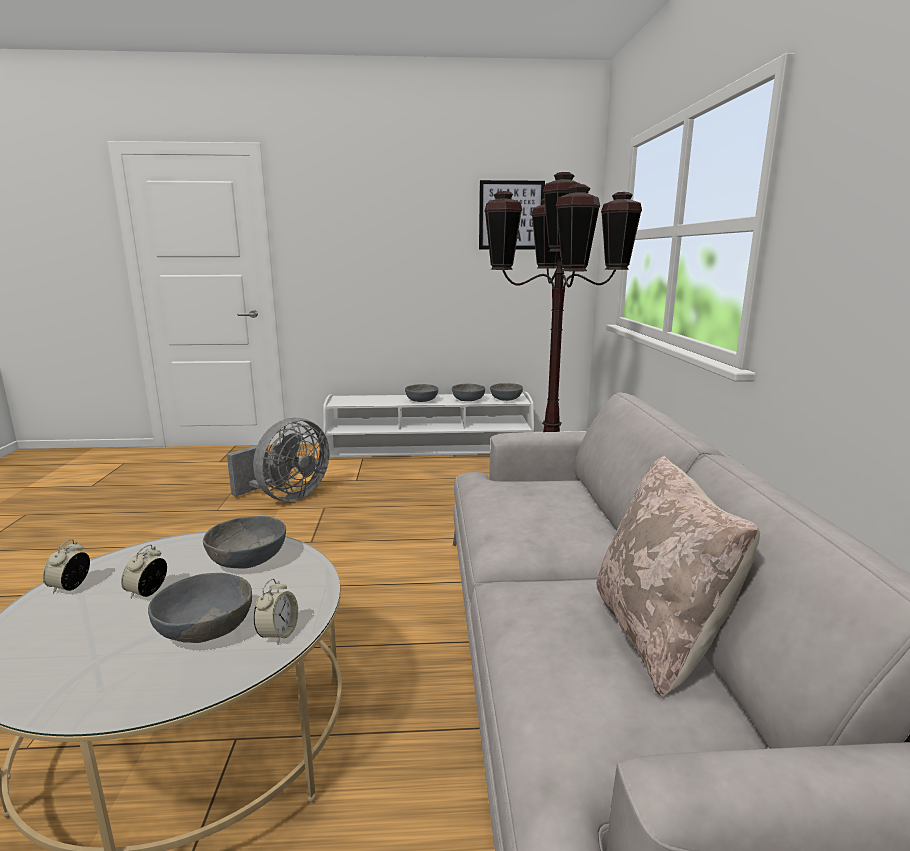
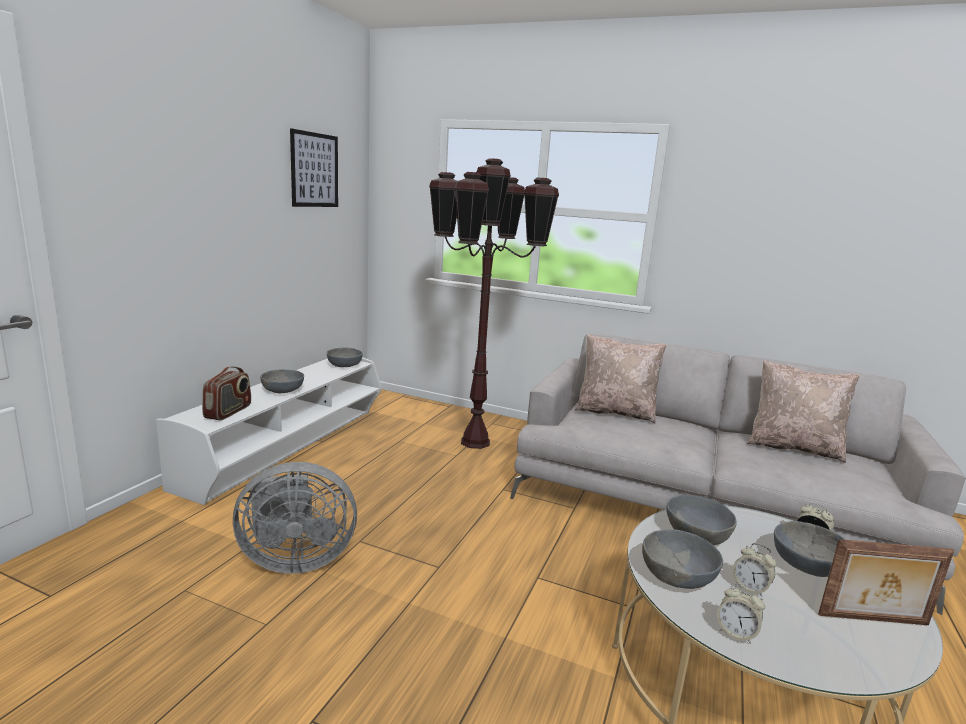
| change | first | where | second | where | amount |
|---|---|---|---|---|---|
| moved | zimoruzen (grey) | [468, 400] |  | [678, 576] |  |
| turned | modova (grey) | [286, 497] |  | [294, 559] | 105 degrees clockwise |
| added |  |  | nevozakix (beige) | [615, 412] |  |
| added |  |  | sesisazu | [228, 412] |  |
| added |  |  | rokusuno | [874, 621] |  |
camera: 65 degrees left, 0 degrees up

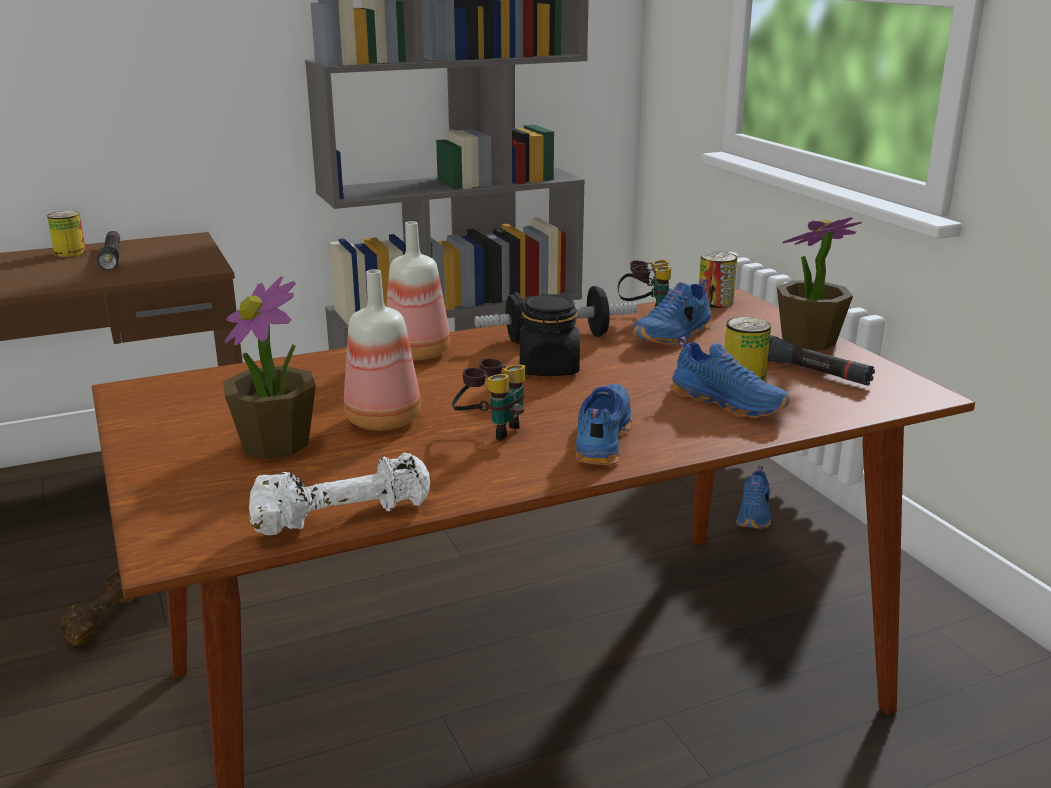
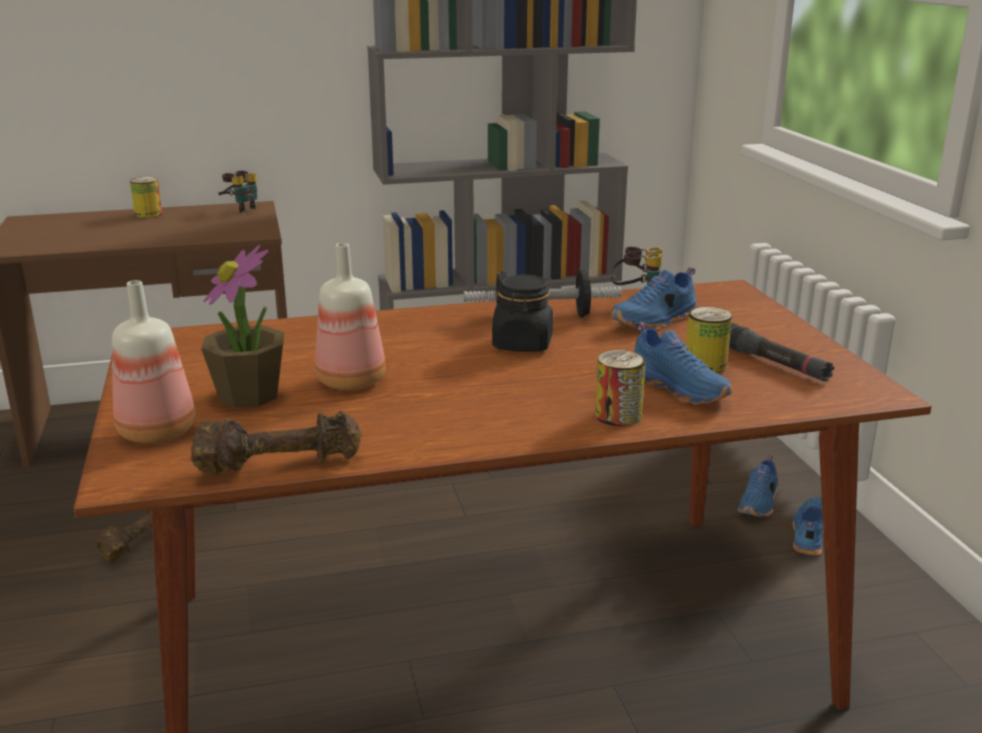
| change | first | where | second | where | amount |
|---|---|---|---|---|---|
| removed | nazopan | [808, 341] |  |  |  |
| moved | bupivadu | [419, 352] |  | [159, 431] |  |
| removed | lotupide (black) | [112, 257] |  |  |  |
| moved | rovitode | [715, 302] |  | [618, 415] |  |
| moved | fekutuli | [491, 429] |  | [241, 208] |  |
| moved | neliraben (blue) | [600, 438] |  | [808, 534] |  |
| recoloured | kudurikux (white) | [342, 517] | kudurikux (brown) | [279, 464] |  |
camera: 10 degrees right, 0 degrees up

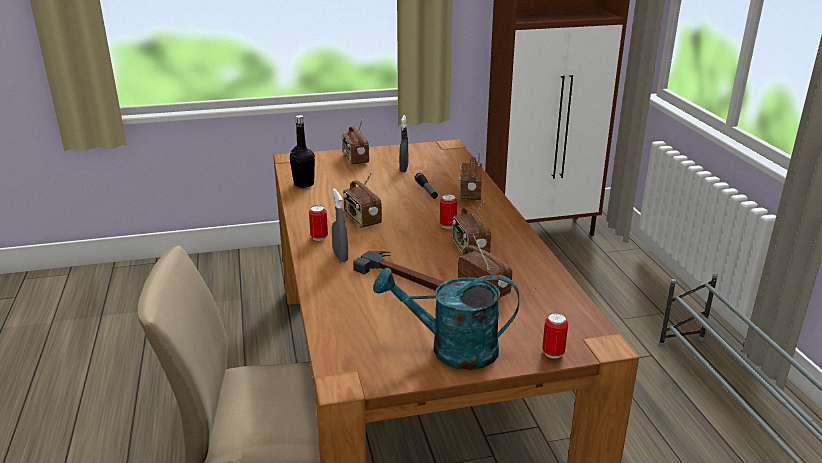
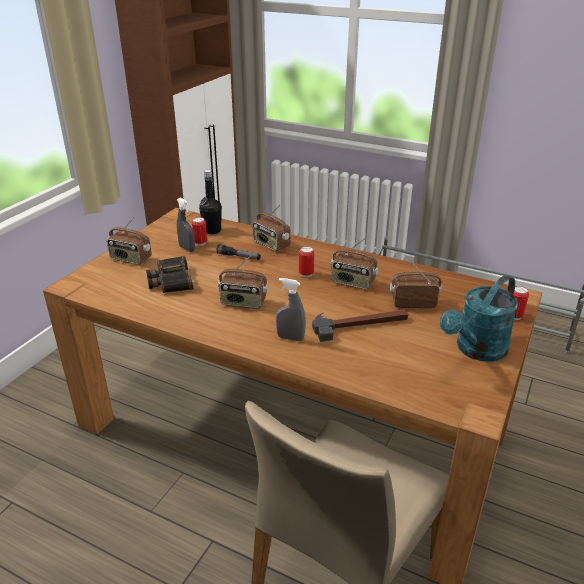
| change | first | where | second | where | amount |
|---|---|---|---|---|---|
| moved | bupivadu (black) | [304, 184] |  | [212, 230] |  |
| moved | rovitode | [319, 237] |  | [200, 243] |  |
| added |  |  | fekutuli | [170, 281] |  |
camera: 50 degrees left, 5 degrees up

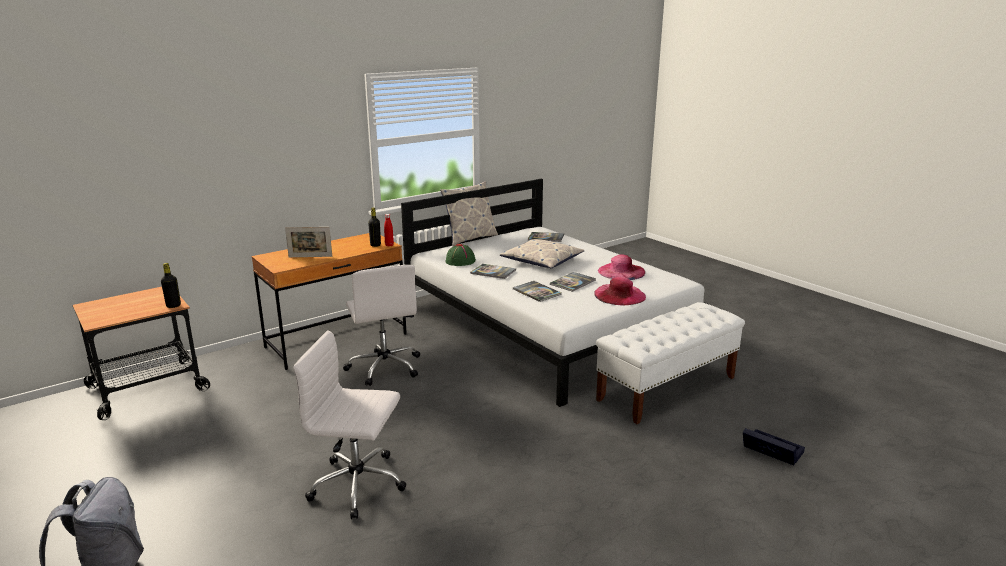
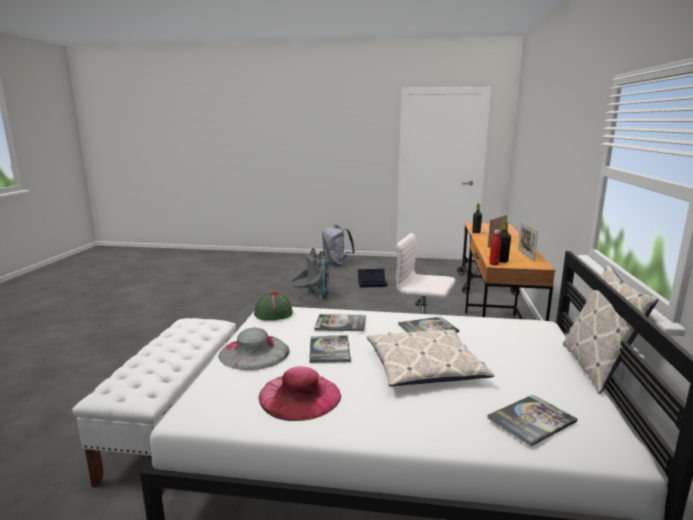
| change | first | where | second | where | amount |
|---|---|---|---|---|---|
| moved | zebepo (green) | [460, 261] |  | [273, 314] |  |
| recoloured | zebepo (pink) | [619, 295] | zebepo (grey) | [254, 352] |  |
| replaced | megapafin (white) | [359, 485] | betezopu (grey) | [309, 298] |  |
| moved | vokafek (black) | [770, 451] |  | [373, 283] |  |
| added |  |  | rokusuno | [525, 255] |  |
camera: 135 degrees right, 5 degrees down

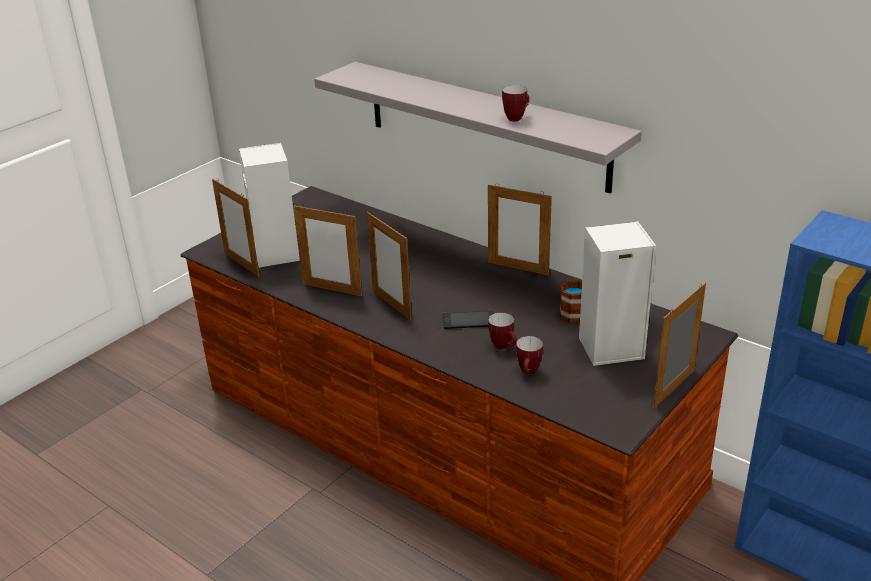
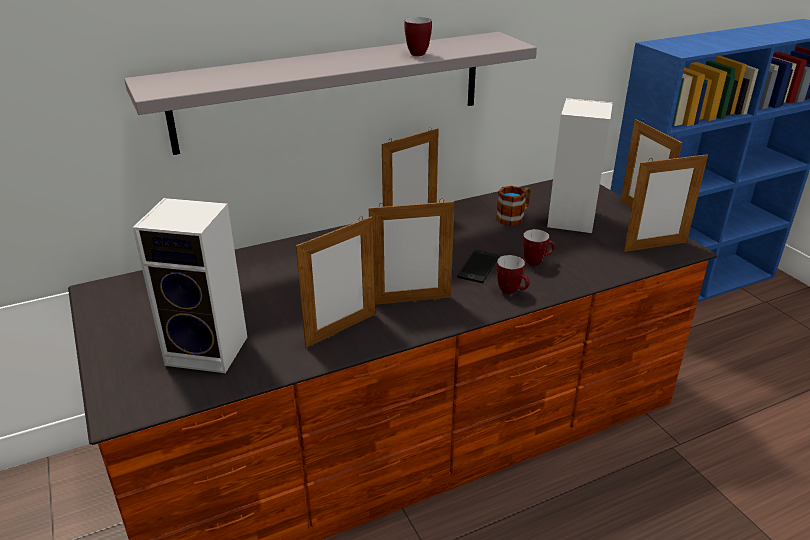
| change | first | where | second | where | amount |
|---|---|---|---|---|---|
| moved | rokusuno | [242, 264] |  | [655, 246] |  |
| moved | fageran | [528, 372] |  | [512, 292] |  |
camera: 65 degrees left, 0 degrees up

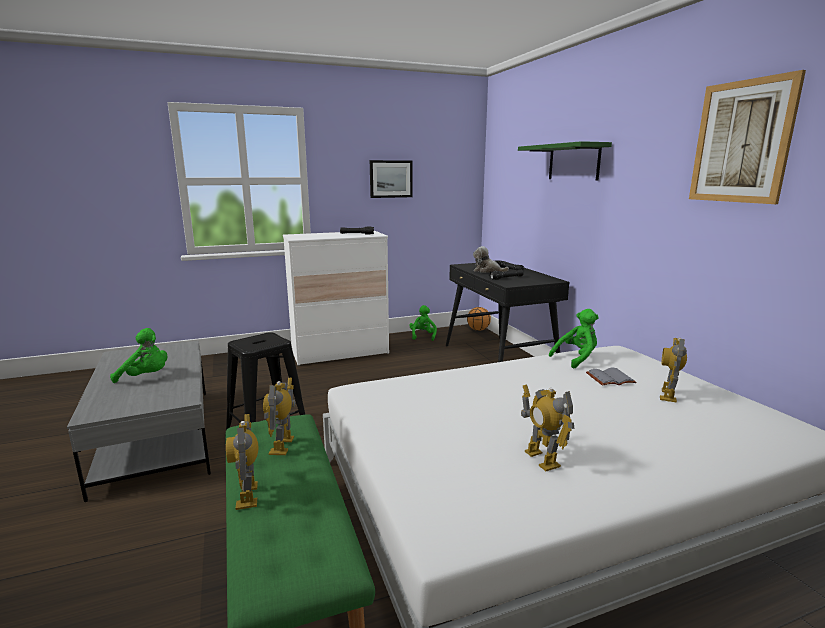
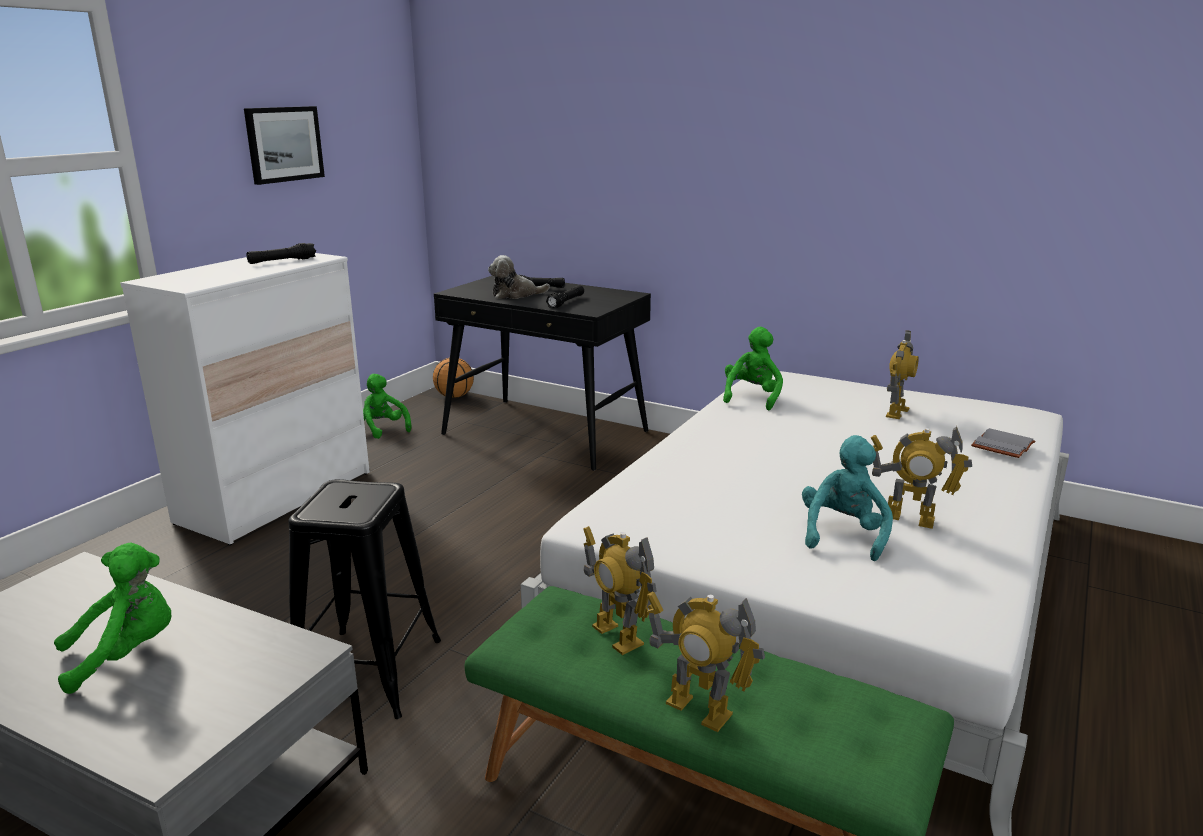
| change | first | where | second | where | amount |
|---|---|---|---|---|---|
| removed | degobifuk | [741, 142] |  |  |  |
| removed | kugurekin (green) | [573, 162] |  |  |  |
| turned | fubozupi | [668, 395] |  | [896, 412] | 135 degrees counterclockwise |
| moved | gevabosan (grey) | [610, 378] |  | [1001, 445] |  |
| added |  |  | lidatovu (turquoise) | [843, 534] |  |
camera: 40 degrees left, 5 degrees up

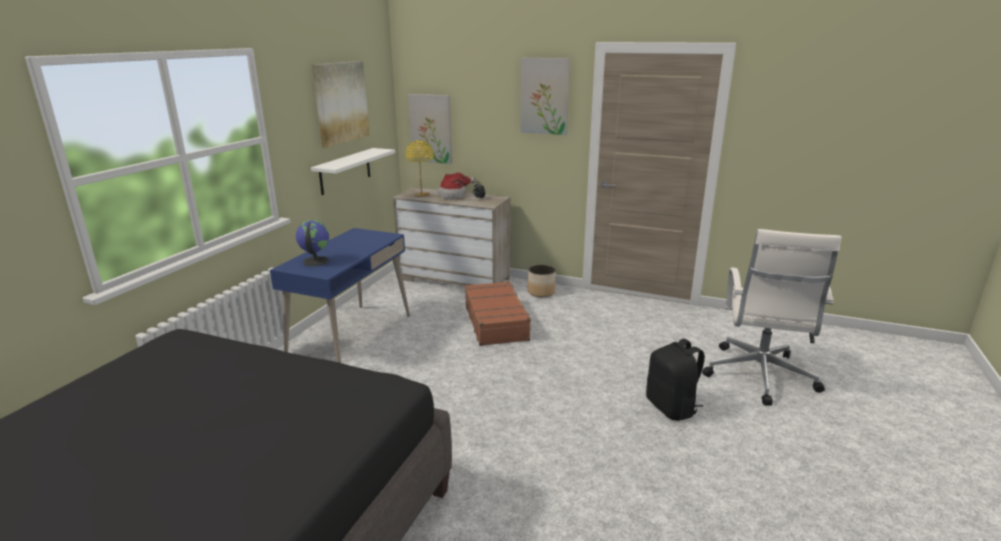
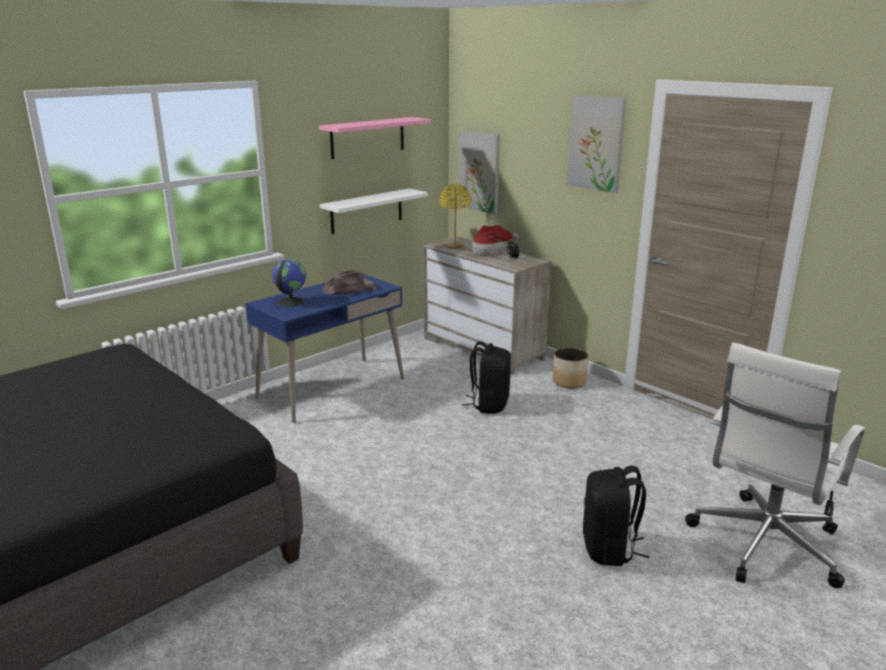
| change | first | where | second | where | amount |
|---|---|---|---|---|---|
| replaced | degobifuk | [341, 102] | kugurekin (pink) | [367, 137] |  |
| replaced | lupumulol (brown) | [496, 322] | betezopu (black) | [489, 404] |  |
| added |  |  | zebepo (brown) | [348, 289] |  |
camera: 25 degrees right, 0 degrees up

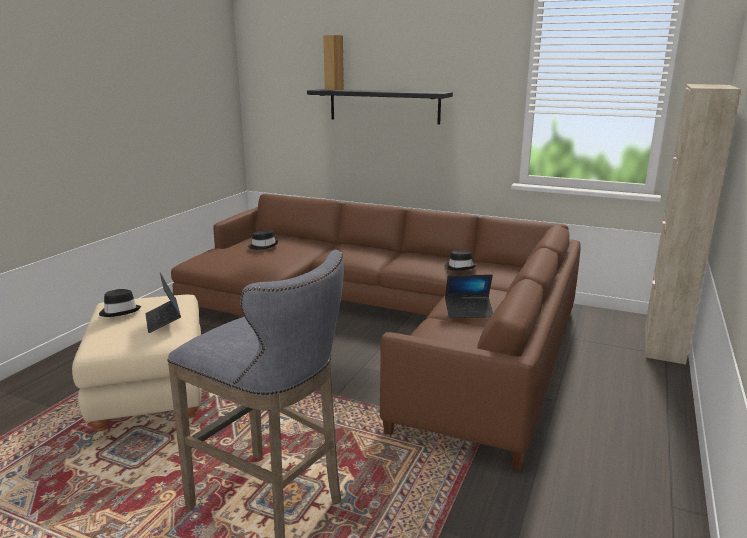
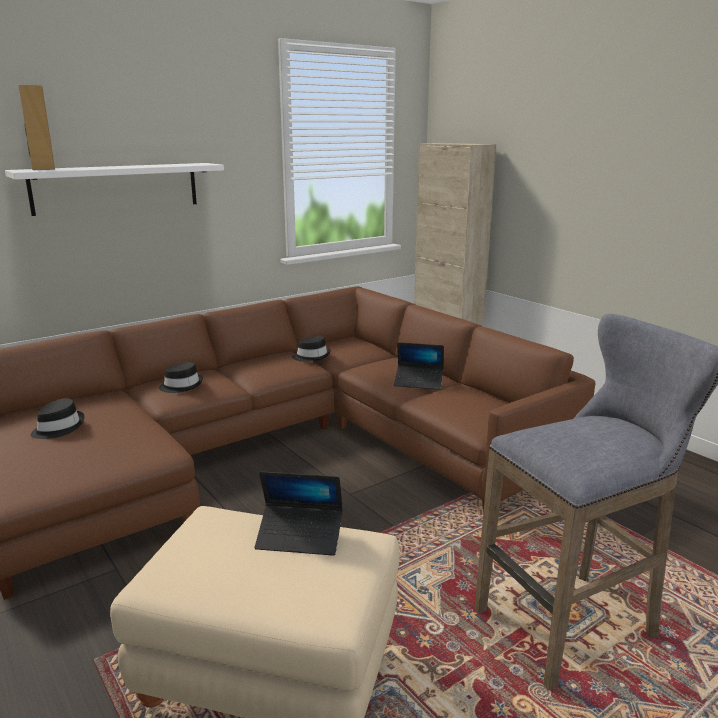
| change | first | where | second | where | amount |
|---|---|---|---|---|---|
| recoloured | kugurekin (black) | [384, 106] | kugurekin (white) | [116, 188] |  |
| turned | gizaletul | [469, 311] |  | [418, 382] | 75 degrees clockwise |
| moved | zebepo (black) | [120, 311] |  | [181, 386] |  |
camera: 60 degrees left, 0 degrees up

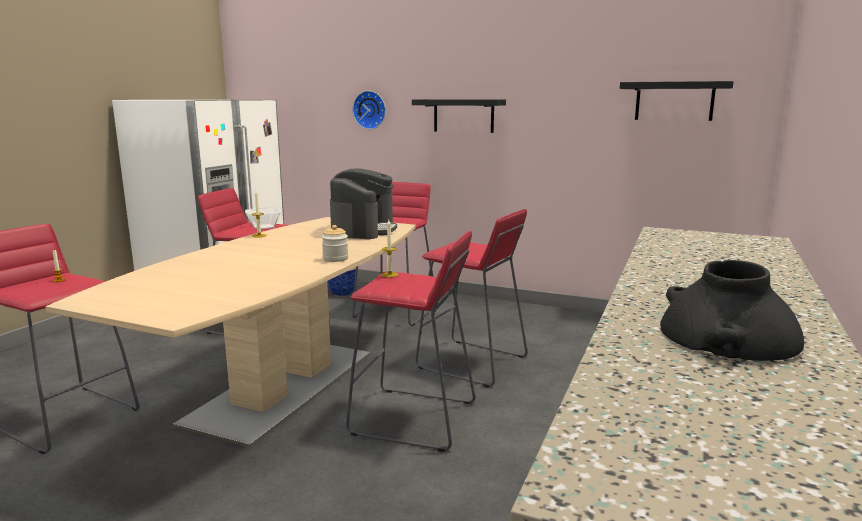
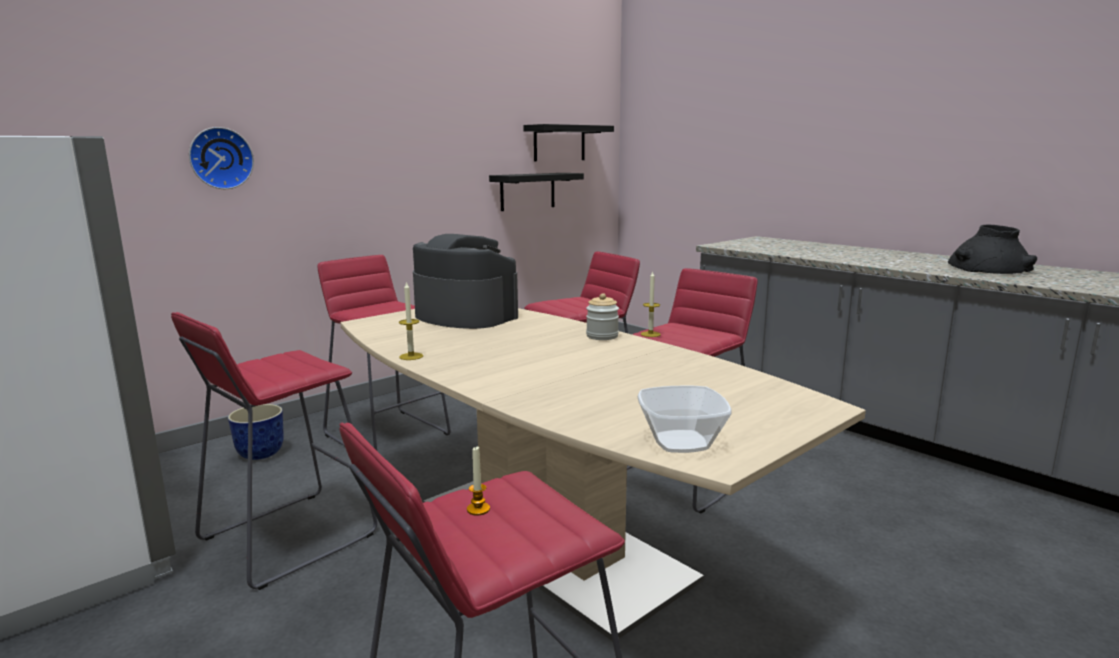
| change | first | where | second | where | amount |
|---|---|---|---|---|---|
| moved | kugurekin (black) | [463, 115] |  | [527, 191] |  |
| moved | zimoruzen | [263, 227] |  | [680, 443] |  |
camera: 65 degrees left, 0 degrees up

